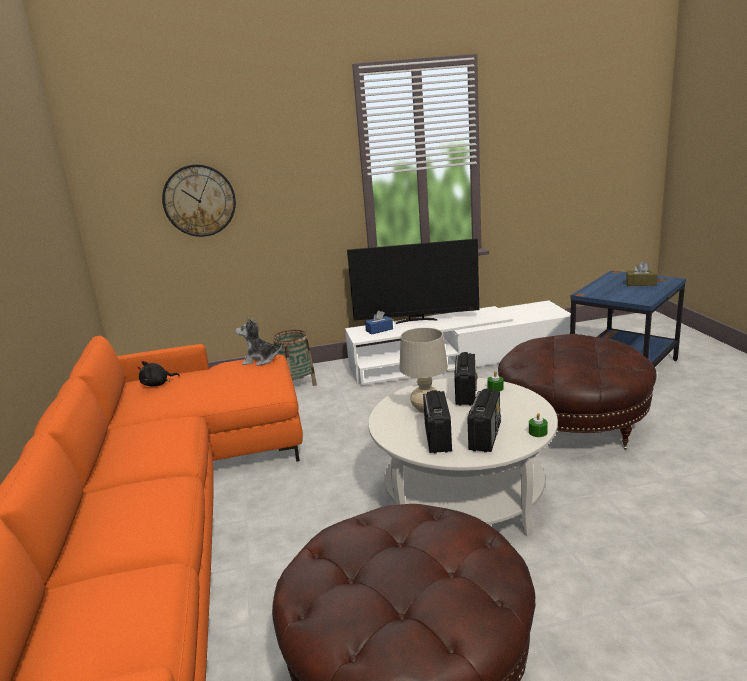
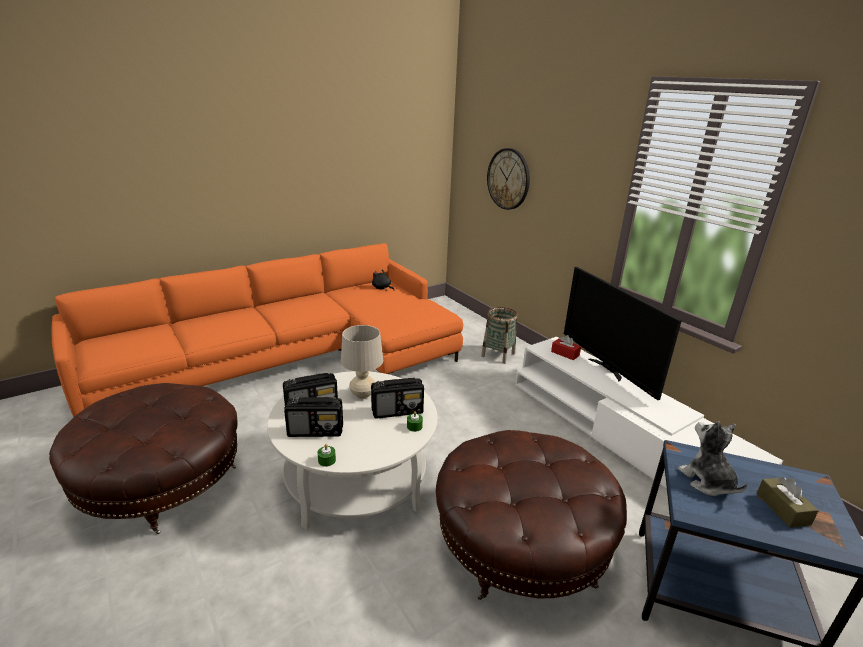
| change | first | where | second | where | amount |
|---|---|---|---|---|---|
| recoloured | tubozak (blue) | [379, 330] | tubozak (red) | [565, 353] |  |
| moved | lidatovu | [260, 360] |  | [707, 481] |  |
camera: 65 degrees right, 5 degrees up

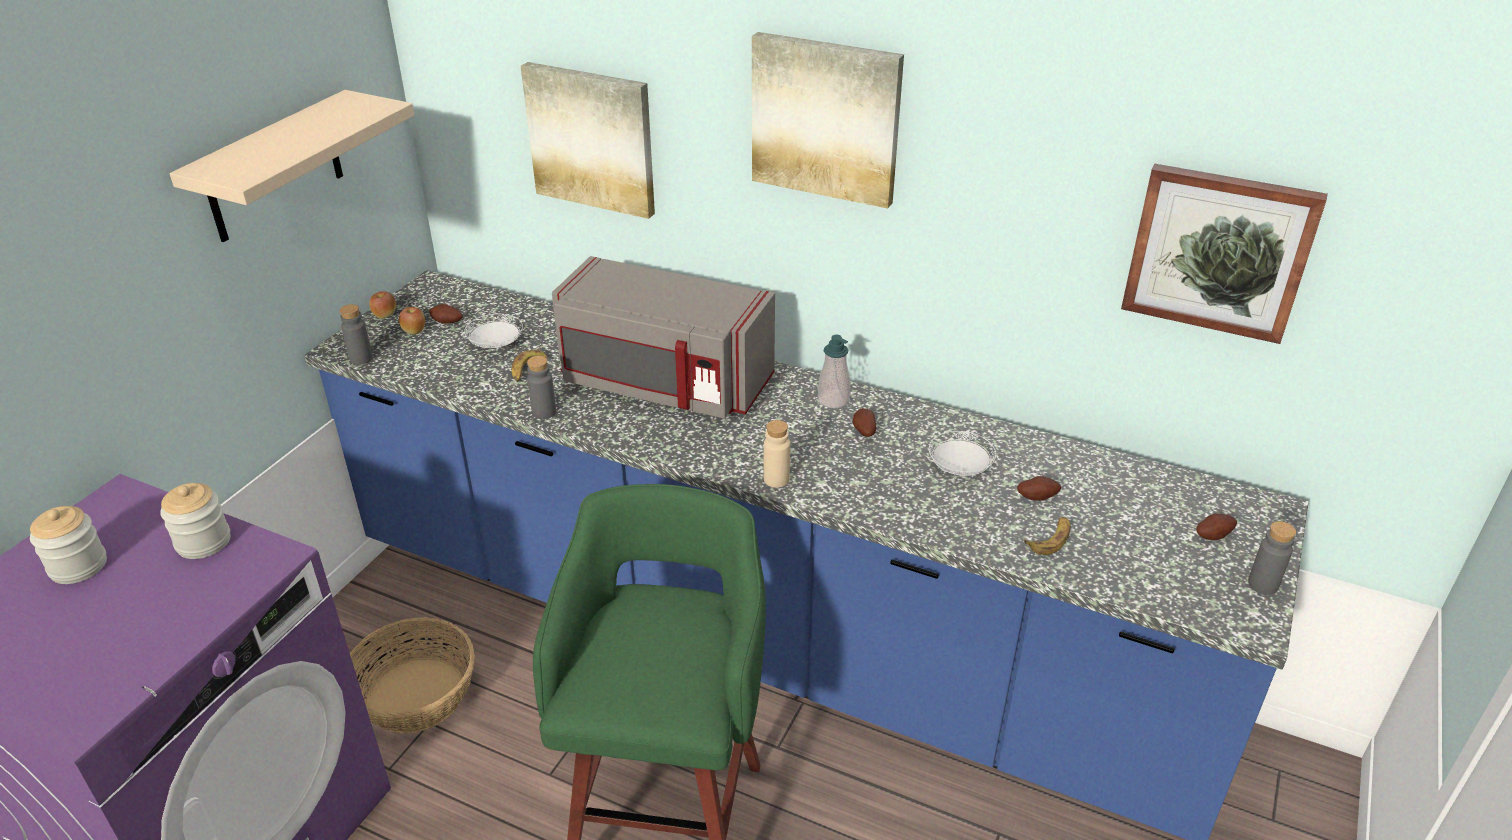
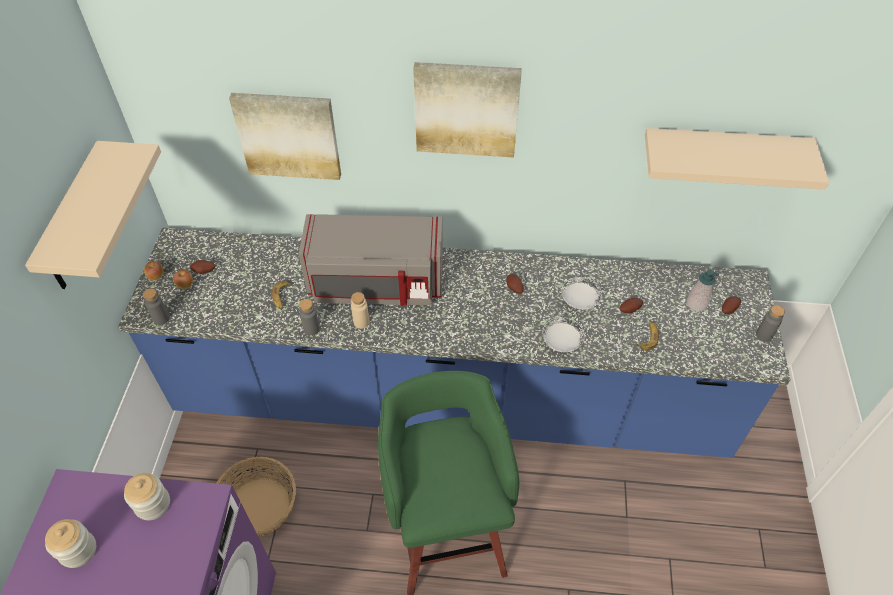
| change | first | where | second | where | amount |
|---|---|---|---|---|---|
| replaced | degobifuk | [1219, 251] | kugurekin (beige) | [722, 156] |  |
| moved | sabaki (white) | [496, 345] |  | [561, 342] |  |
| moved | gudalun | [833, 400] |  | [696, 303] |  |
| moved | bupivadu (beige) | [776, 479] |  | [361, 322] |  |
camera: 20 degrees left, 15 degrees up

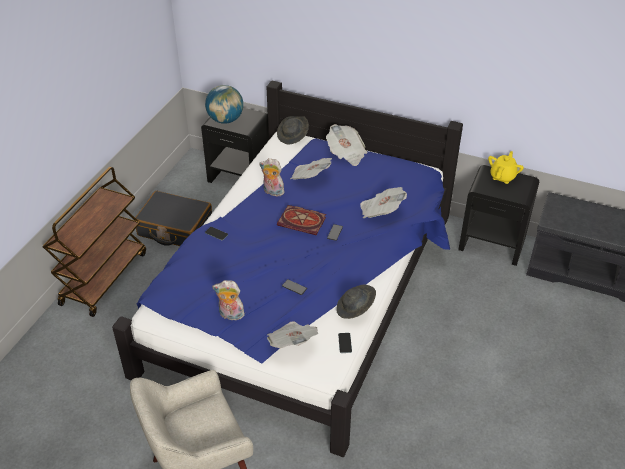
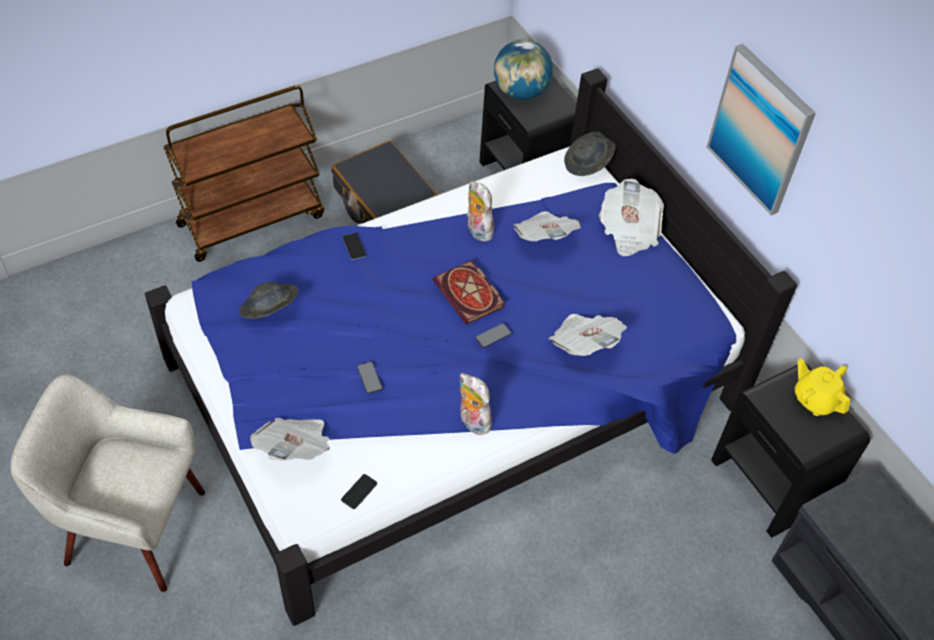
| change | first | where | second | where | amount |
|---|---|---|---|---|---|
| turned | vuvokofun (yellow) | [502, 177] |  | [815, 400] | 105 degrees counterclockwise |
| moved | lidatovu | [230, 315] |  | [472, 421] |  |
| moved | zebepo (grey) | [355, 309] |  | [270, 310] |  |
| added |  |  | degobifuk | [760, 129] |  |
camera: 35 degrees right, 10 degrees up

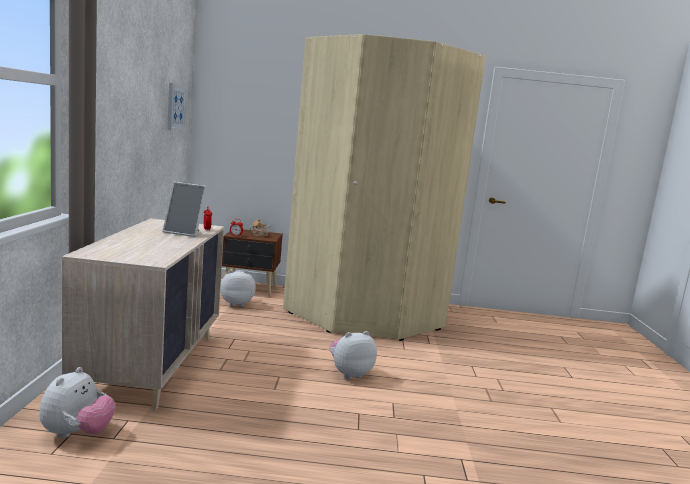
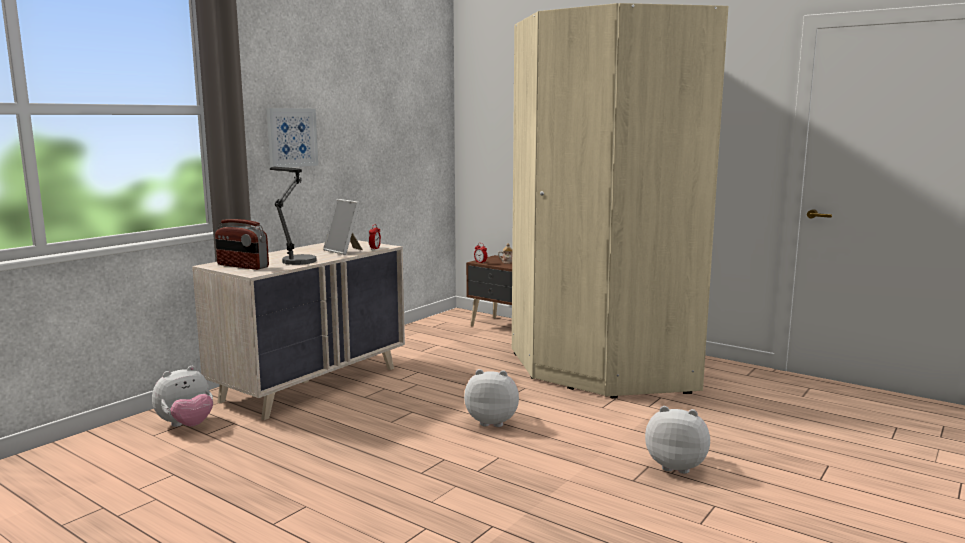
| change | first | where | second | where | amount |
|---|---|---|---|---|---|
| moved | degobifuk | [176, 107] |  | [291, 137] |  |
| moved | lidatovu | [236, 303] |  | [676, 466] |  |
| added |  |  | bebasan | [294, 259] |  |
| added |  |  | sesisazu | [242, 266] |  |
camera: 35 degrees right, 0 degrees up

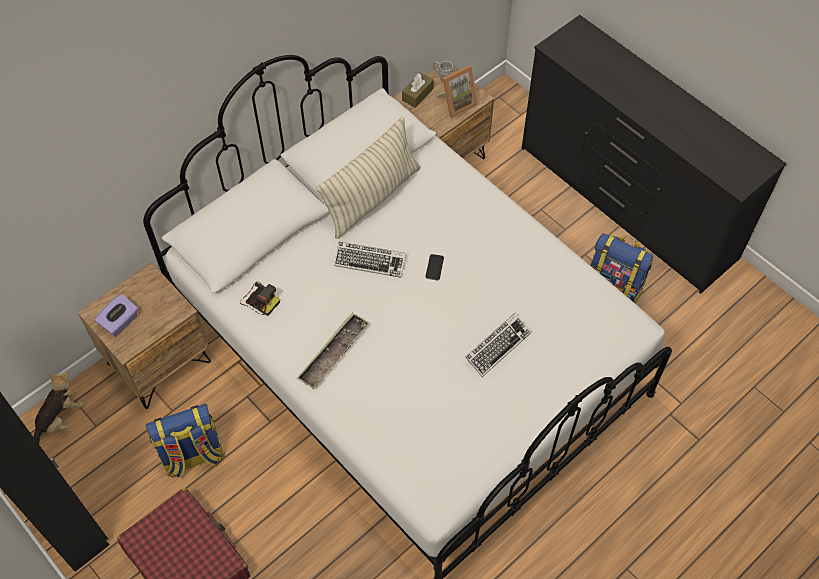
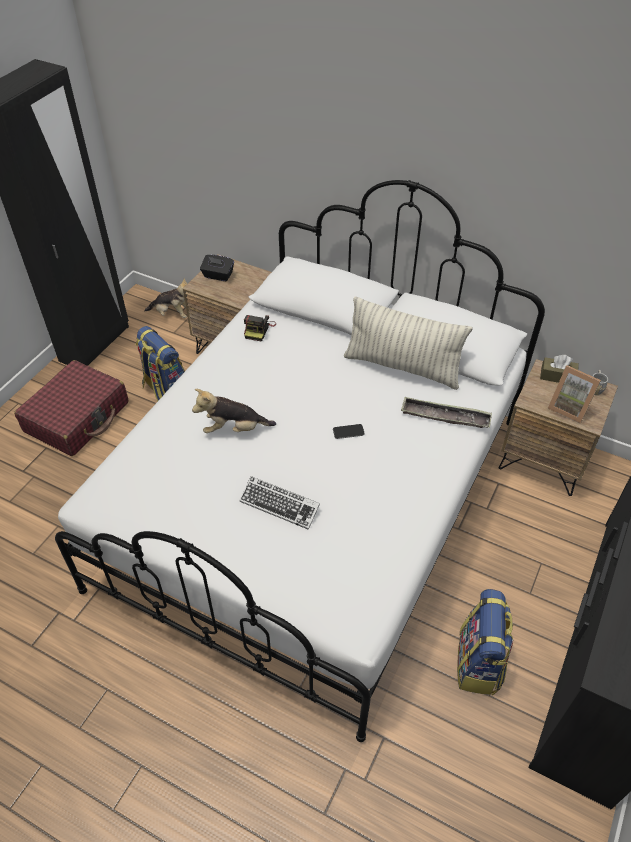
| change | first | where | second | where | amount |
|---|---|---|---|---|---|
| removed | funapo | [370, 261] |  |  |  |
| recoloured | tubozak (purple) | [120, 322] | tubozak (black) | [218, 275] |  |
| moved | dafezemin | [333, 354] |  | [445, 416] |  |
| added |  |  | lidatovu | [234, 429] |  |
camera: 70 degrees right, 10 degrees down

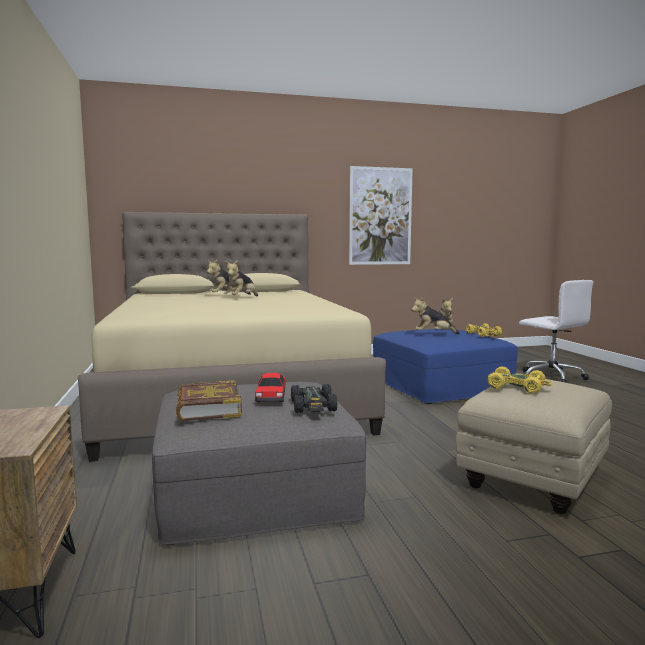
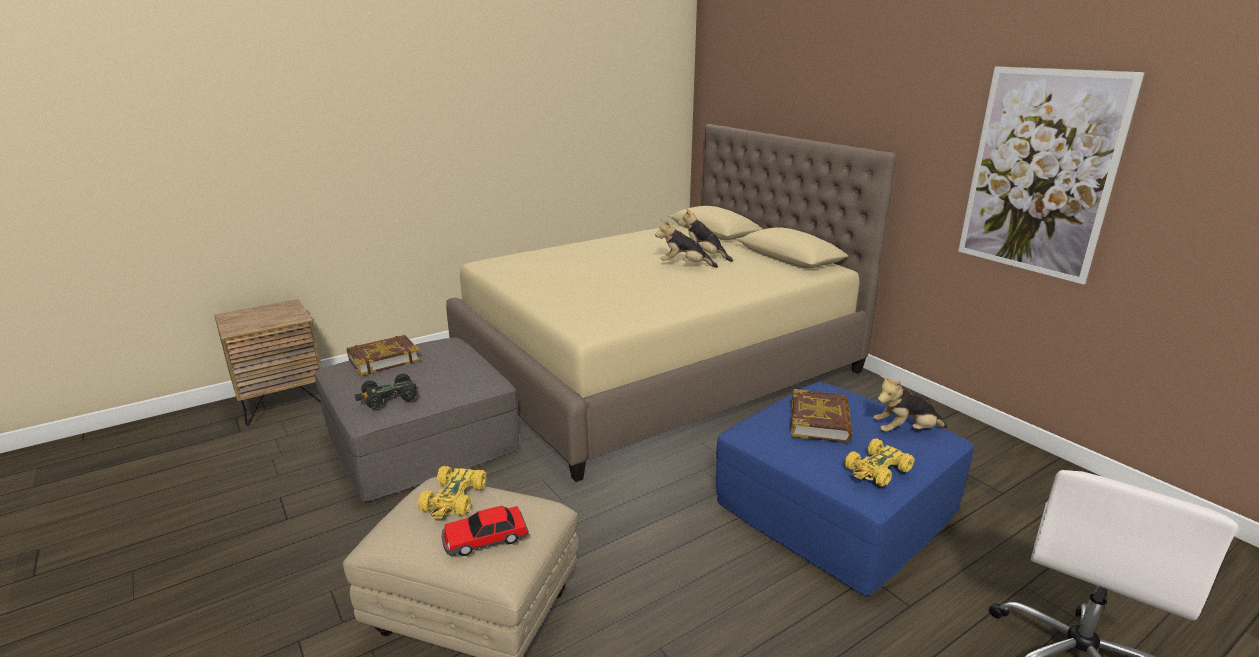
| change | first | where | second | where | amount |
|---|---|---|---|---|---|
| replaced | lidatovu | [433, 334] | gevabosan | [820, 421] |  |
| moved | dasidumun | [271, 396] |  | [485, 539] |  |
camera: 70 degrees right, 15 degrees up

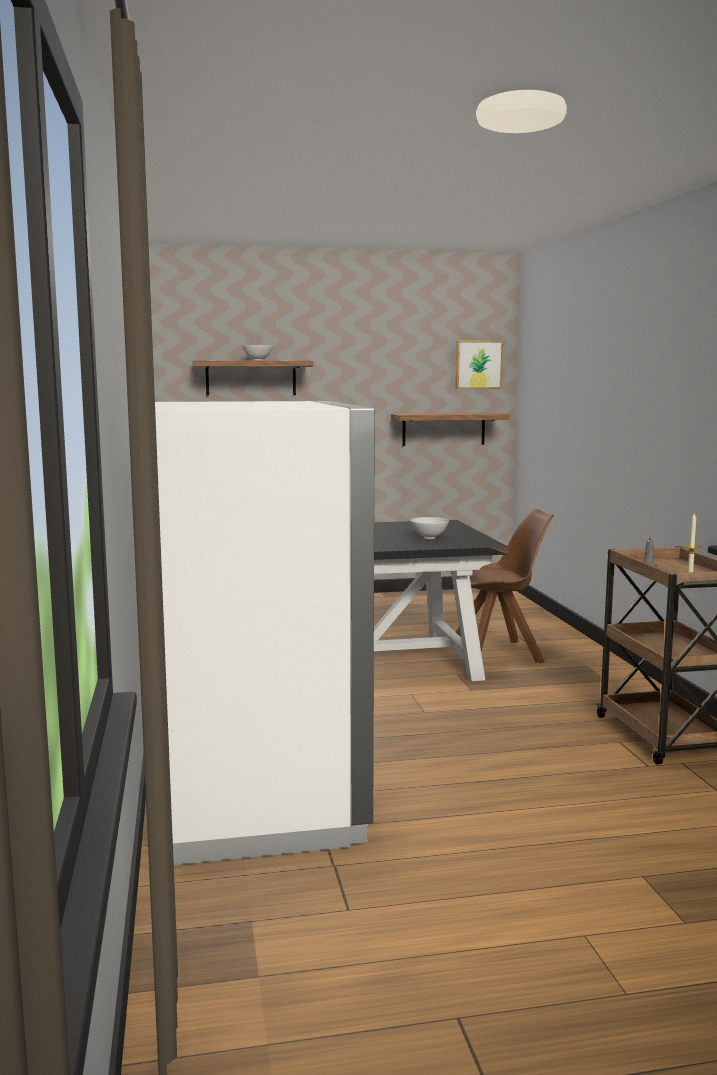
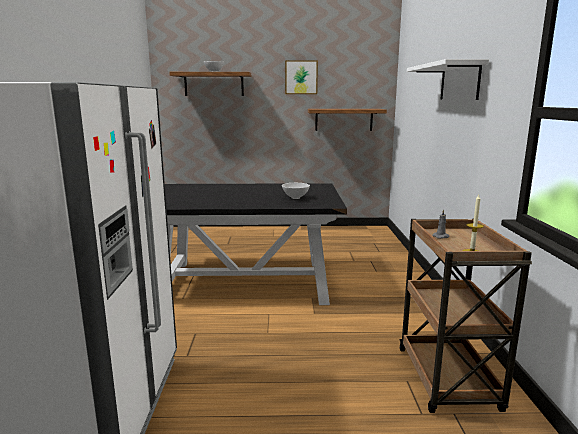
| change | first | where | second | where | amount |
|---|---|---|---|---|---|
| moved | degobifuk | [478, 364] |  | [301, 77] |  |
| removed | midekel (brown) | [498, 654] |  |  |  |
| added |  |  | kugurekin (white) | [459, 82] |  |
camera: 10 degrees right, 5 degrees up

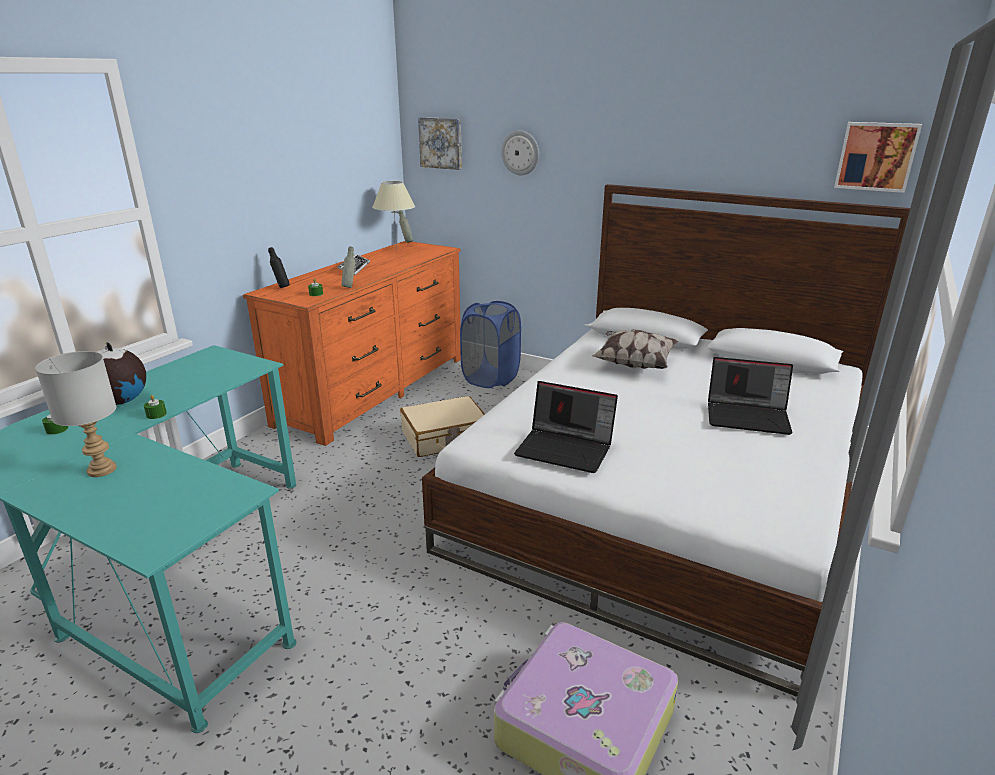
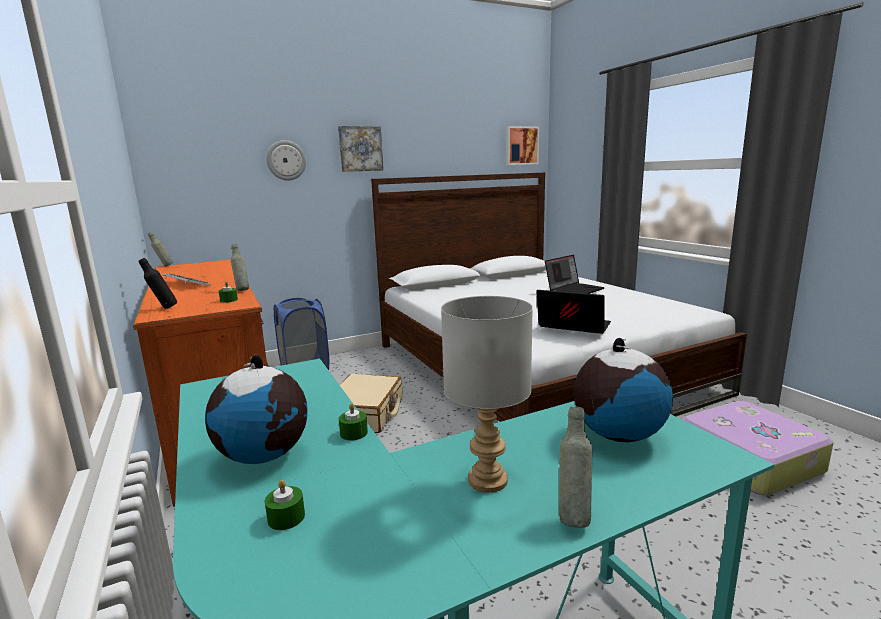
| change | first | where | second | where | amount |
|---|---|---|---|---|---|
| moved | degobifuk | [441, 143] |  | [360, 149] |  |
| removed | bebasan (beige) | [396, 250] |  |  |  |
| removed | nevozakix | [634, 364] |  |  |  |
| turned | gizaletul | [566, 449] |  | [572, 327] | 120 degrees counterclockwise |
| added |  |  | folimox | [617, 435] |  |
| added |  |  | bupivadu (grey) | [573, 516] |  |
camera: 55 degrees left, 10 degrees down

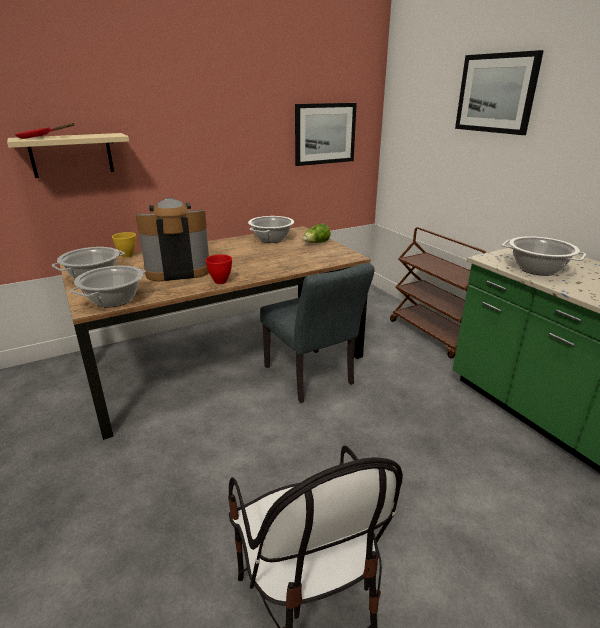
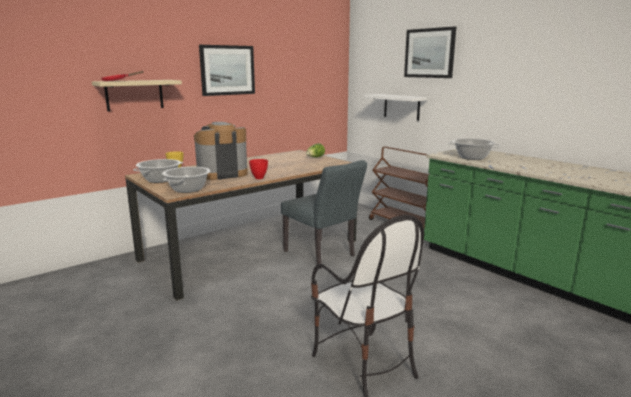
| change | first | where | second | where | amount |
|---|---|---|---|---|---|
| moved | degobifuk | [324, 134] |  | [227, 70] |  |
| removed | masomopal | [271, 239] |  |  |  |
| added |  |  | kugurekin (white) | [401, 107] |  |
camera: 10 degrees left, 10 degrees down

